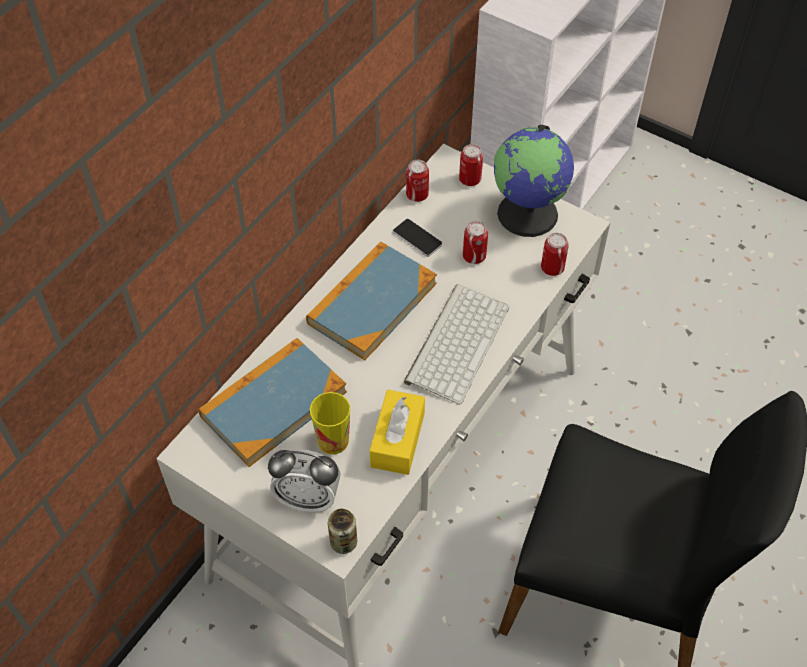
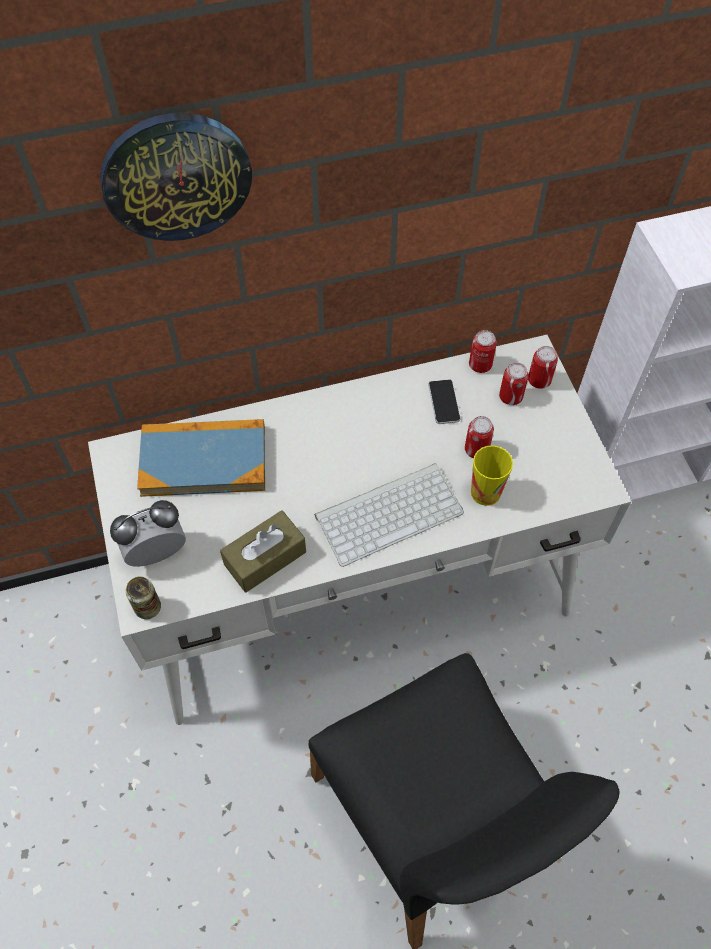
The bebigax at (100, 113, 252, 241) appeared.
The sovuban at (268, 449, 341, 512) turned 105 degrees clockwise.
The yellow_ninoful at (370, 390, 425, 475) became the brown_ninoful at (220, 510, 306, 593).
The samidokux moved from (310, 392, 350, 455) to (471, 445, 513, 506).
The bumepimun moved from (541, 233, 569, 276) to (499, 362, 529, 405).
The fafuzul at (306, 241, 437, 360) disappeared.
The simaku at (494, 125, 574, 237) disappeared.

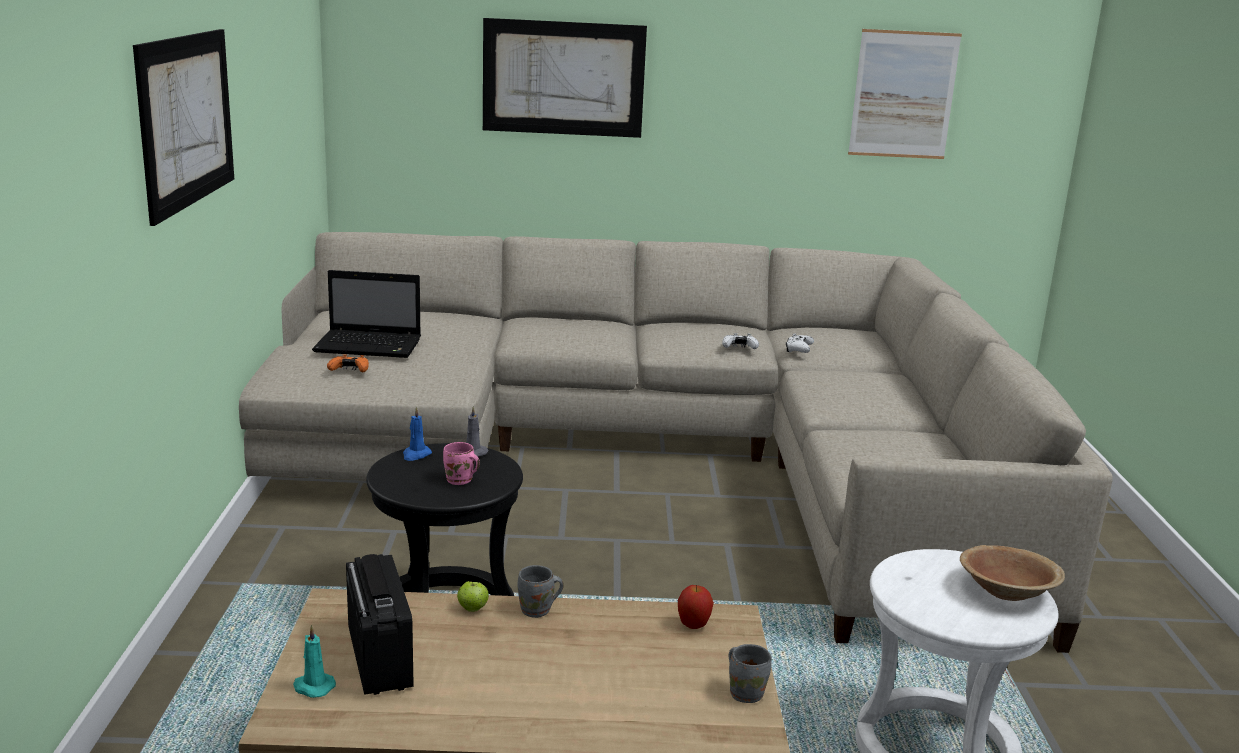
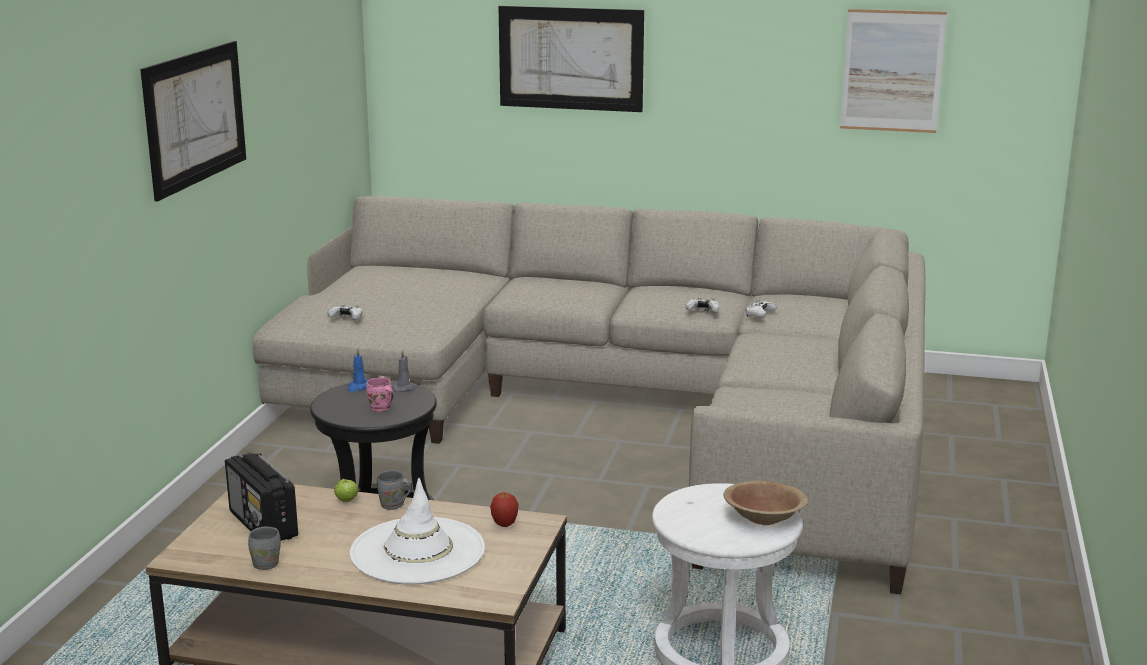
The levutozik at (346, 554, 414, 695) turned 150 degrees clockwise.
The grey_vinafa moved from (729, 644, 772, 703) to (248, 526, 281, 570).
The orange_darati at (327, 354, 369, 372) became the white_darati at (327, 304, 363, 320).
The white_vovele at (350, 478, 485, 585) appeared.
The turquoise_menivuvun at (293, 625, 336, 698) disappeared.
The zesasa at (312, 270, 421, 358) disappeared.

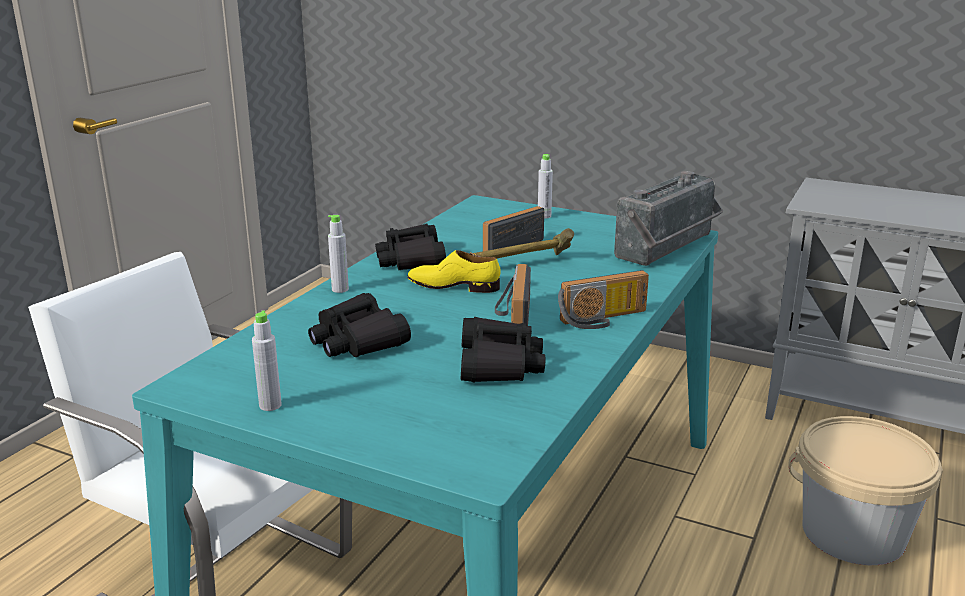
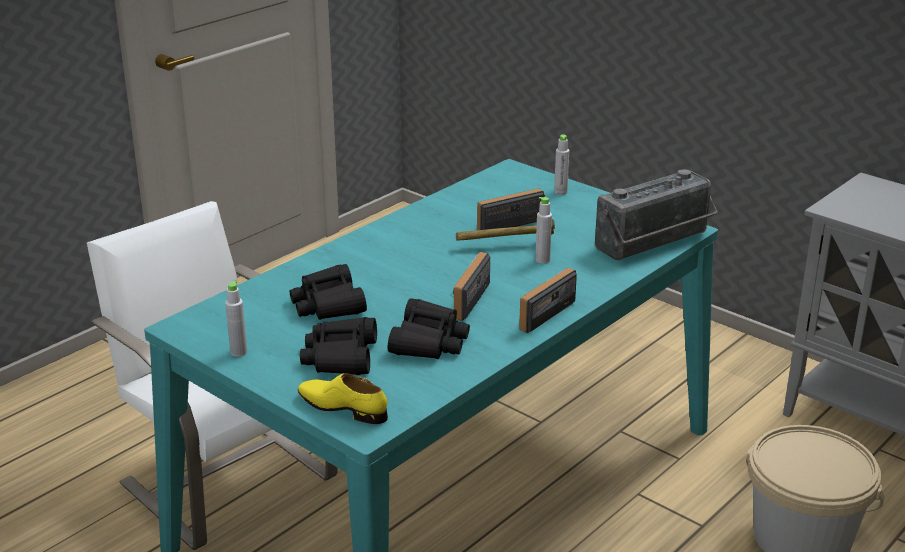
The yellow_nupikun moved from (407, 250, 501, 293) to (298, 373, 388, 424).
The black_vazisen moved from (375, 223, 446, 270) to (300, 317, 377, 375).
The levutozik at (558, 270, 649, 329) turned 135 degrees clockwise.
The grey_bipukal moved from (328, 215, 349, 293) to (535, 197, 552, 264).

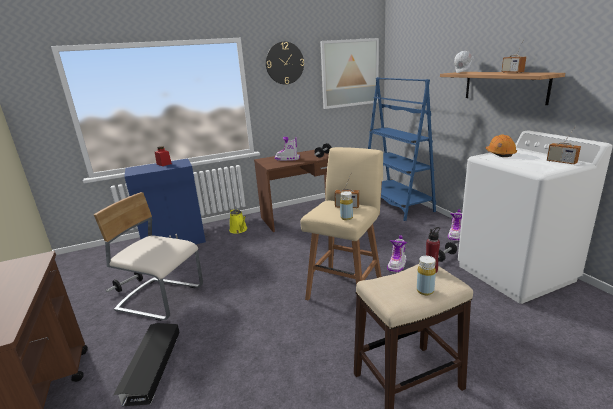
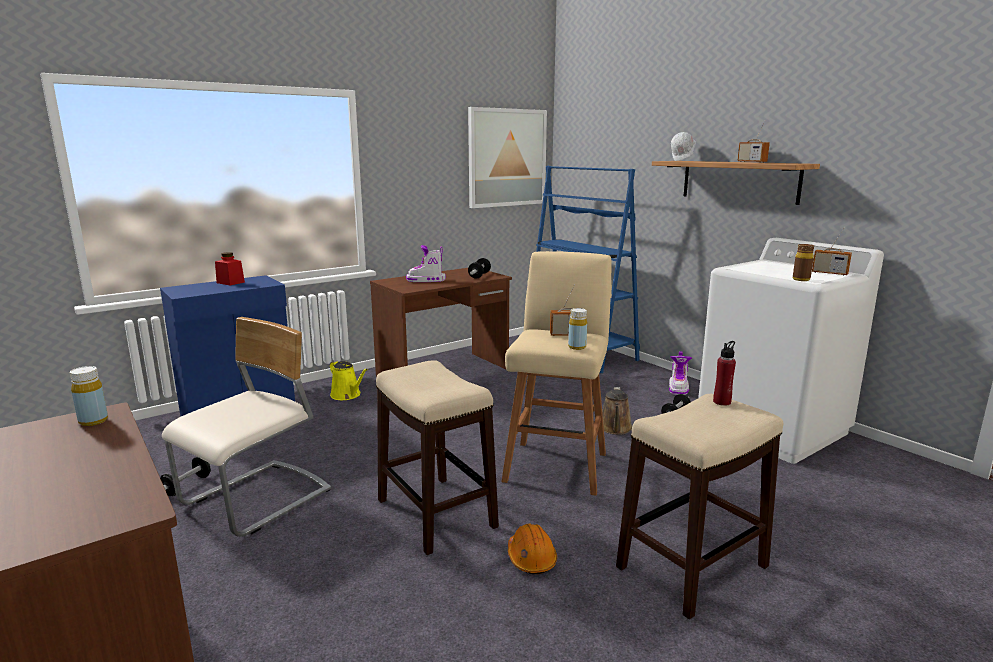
The yellow_bipukal moved from (417, 256, 436, 295) to (70, 366, 108, 426).
The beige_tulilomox at (94, 192, 203, 321) turned 120 degrees clockwise.
The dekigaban at (376, 360, 499, 555) appeared.
The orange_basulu moved from (486, 135, 517, 157) to (508, 523, 557, 574).
The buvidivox at (387, 235, 407, 273) was replaced by the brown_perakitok at (602, 387, 632, 435).
The brown_bipukal at (793, 244, 814, 281) appeared.
The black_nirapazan at (113, 323, 180, 406) disappeared.
The bebigax at (266, 42, 304, 85) disappeared.

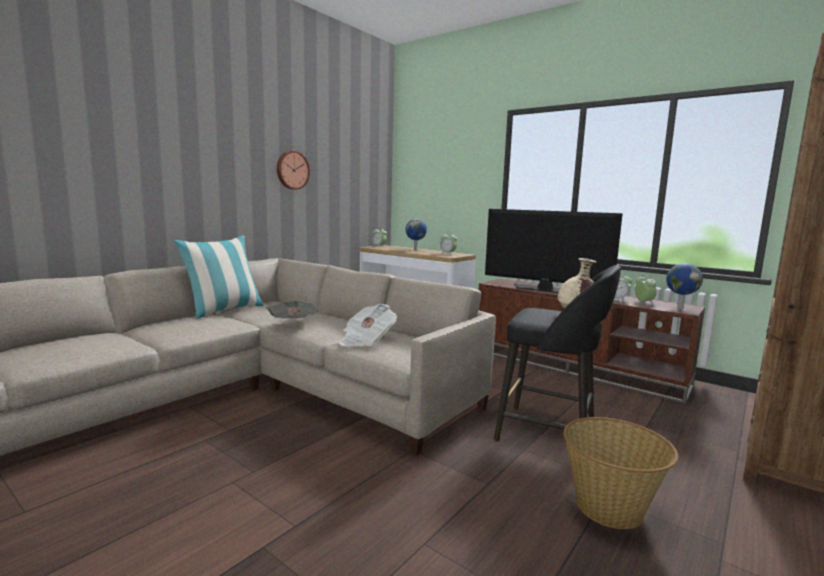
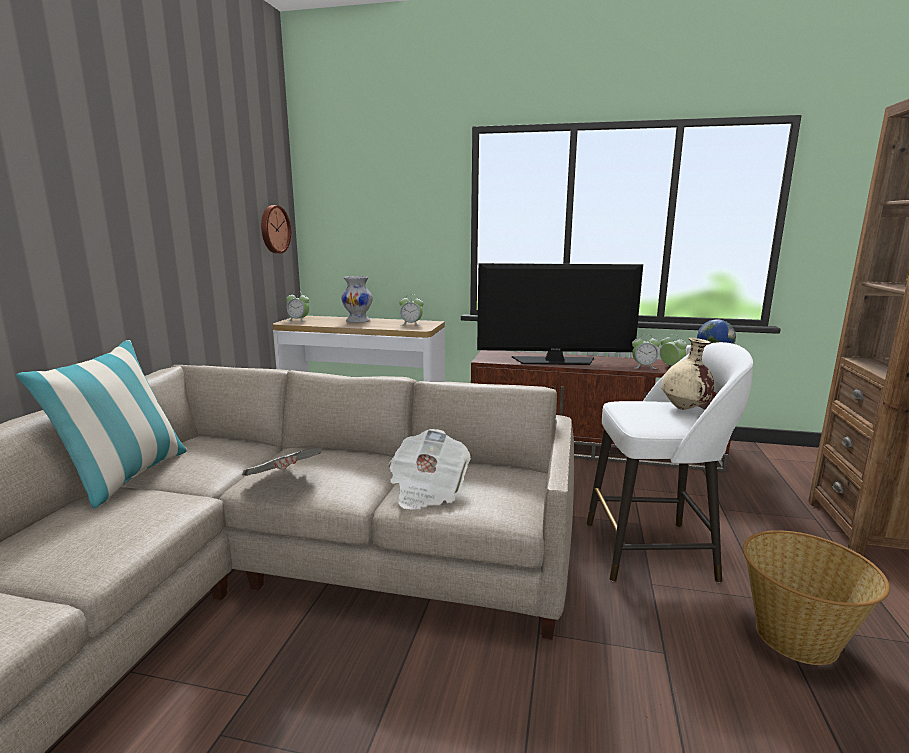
The bebigax moved from (277, 151, 310, 190) to (261, 205, 291, 253).
The simaku at (405, 219, 427, 251) was replaced by the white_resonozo at (341, 276, 373, 323).
The black_dekigaban at (494, 265, 621, 441) became the white_dekigaban at (587, 342, 753, 583).

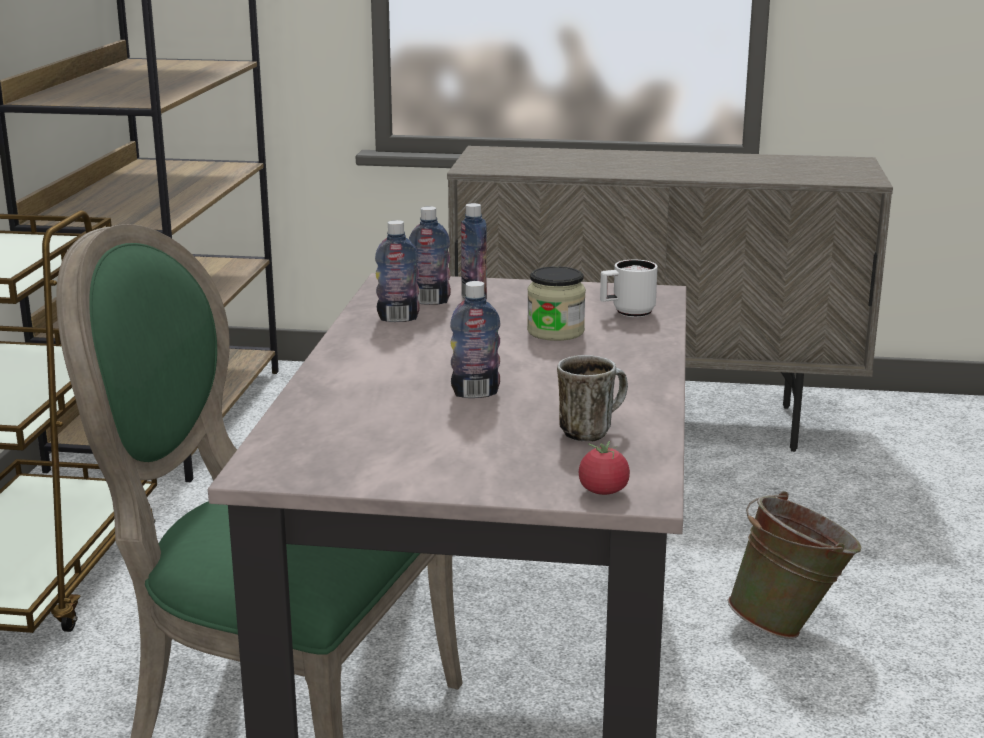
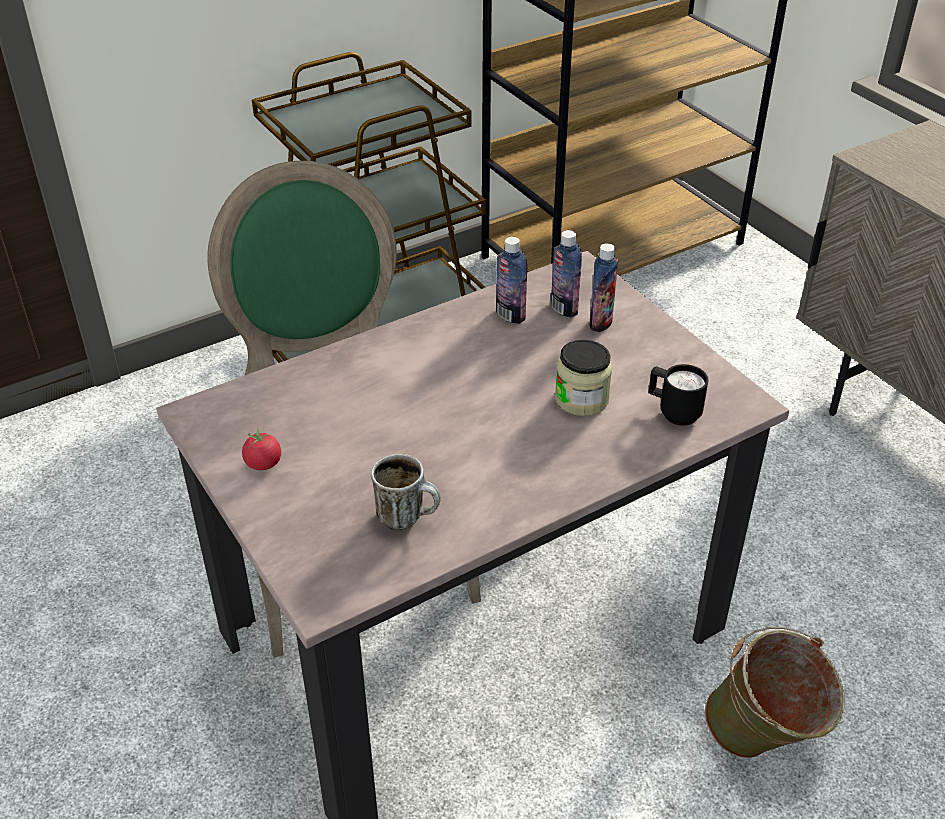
The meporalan moved from (579, 441, 630, 495) to (242, 428, 281, 470).
The white_vinafa at (600, 260, 658, 317) became the black_vinafa at (648, 364, 708, 426).
The bipukal at (450, 281, 500, 398) disappeared.

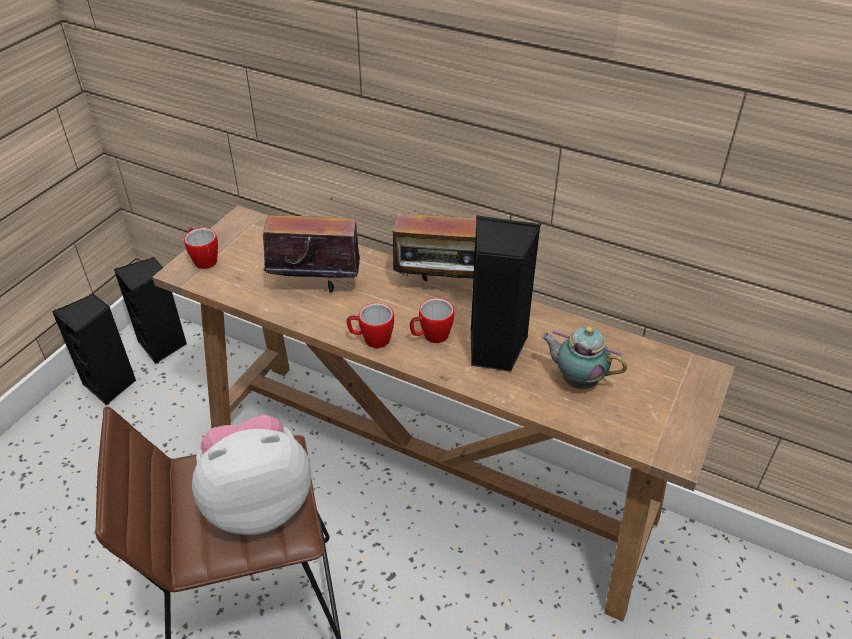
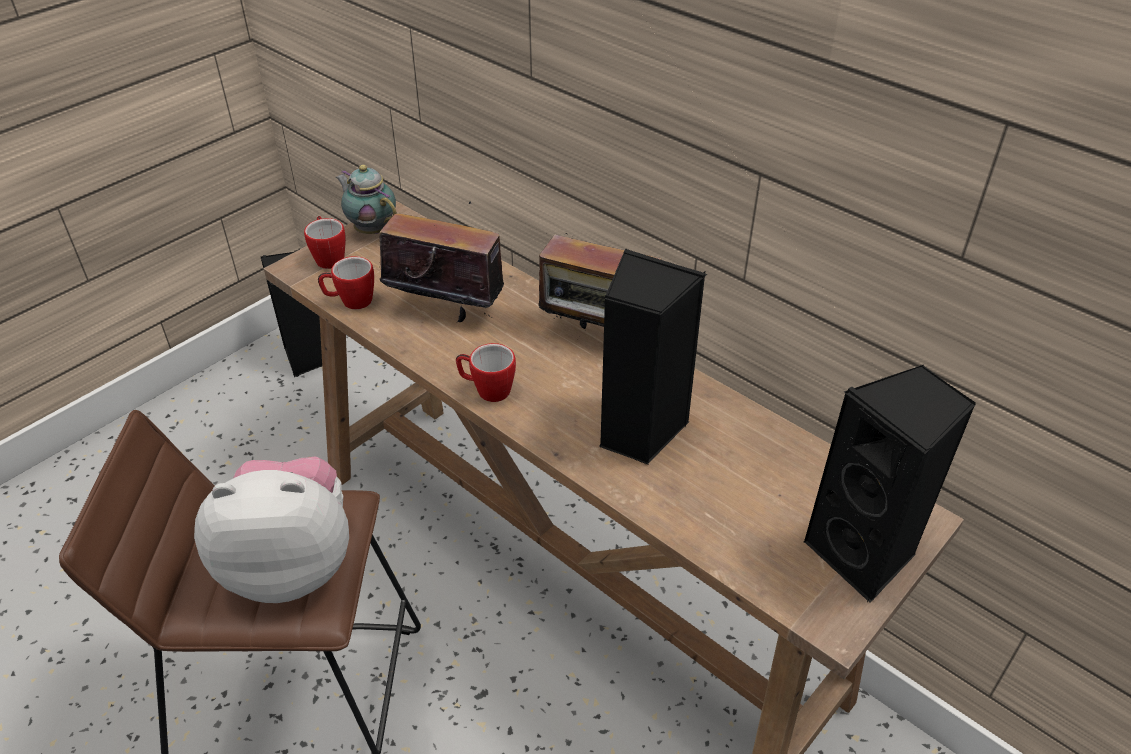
The vinafa moved from (410, 298, 454, 343) to (318, 256, 374, 309).
The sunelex moved from (541, 327, 627, 389) to (336, 165, 397, 234).
The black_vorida moved from (52, 294, 136, 405) to (804, 365, 976, 603).

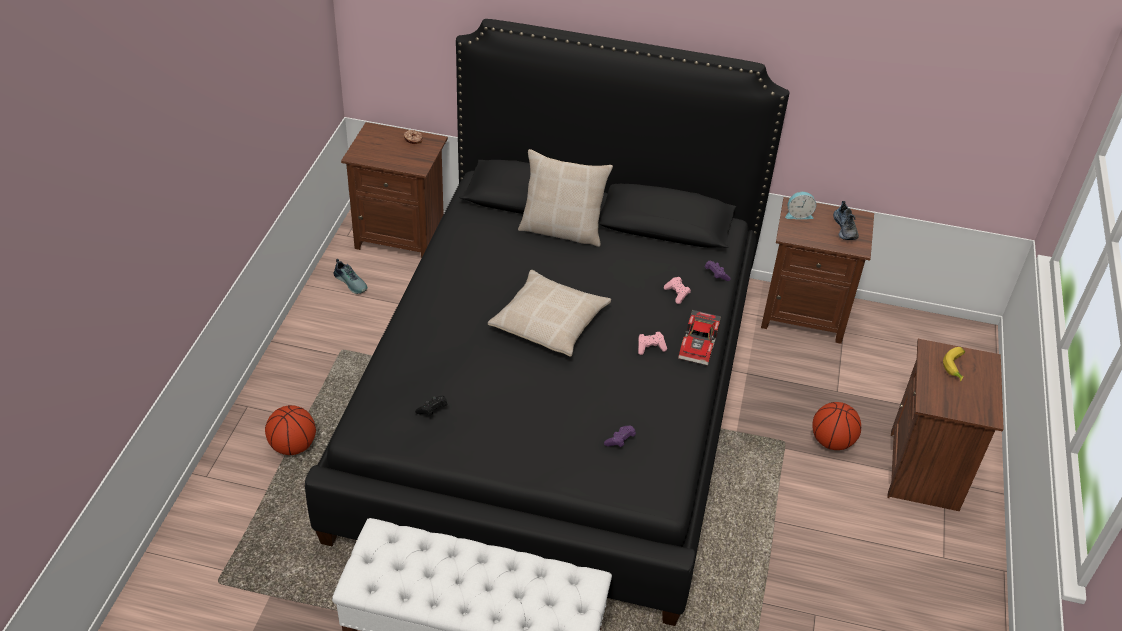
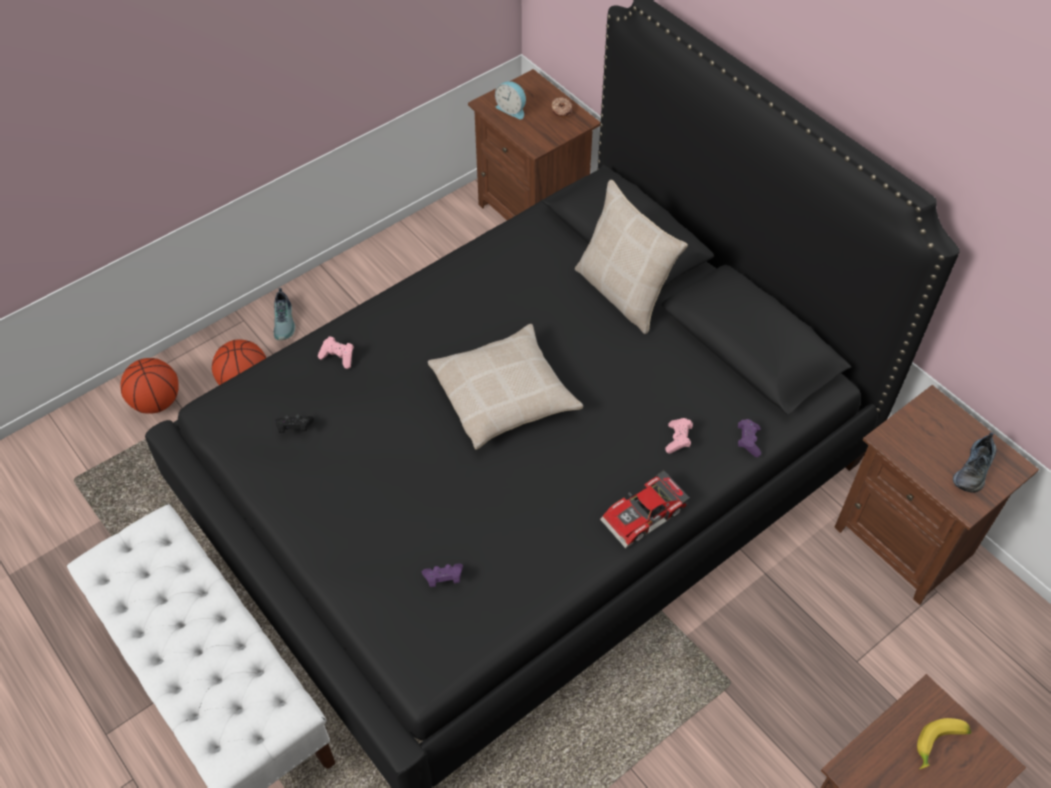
The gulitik moved from (812, 402, 861, 450) to (121, 358, 179, 414).
The nupikun moved from (334, 259, 368, 294) to (274, 288, 296, 340).
The pink_darati moved from (638, 332, 667, 355) to (318, 336, 354, 369).
The sovuban moved from (785, 192, 816, 219) to (495, 81, 526, 119).

